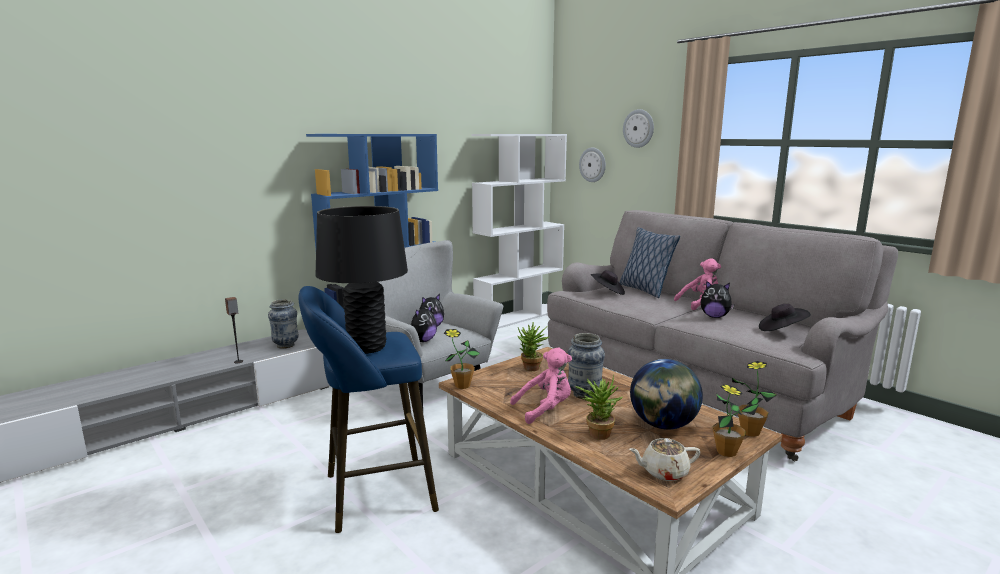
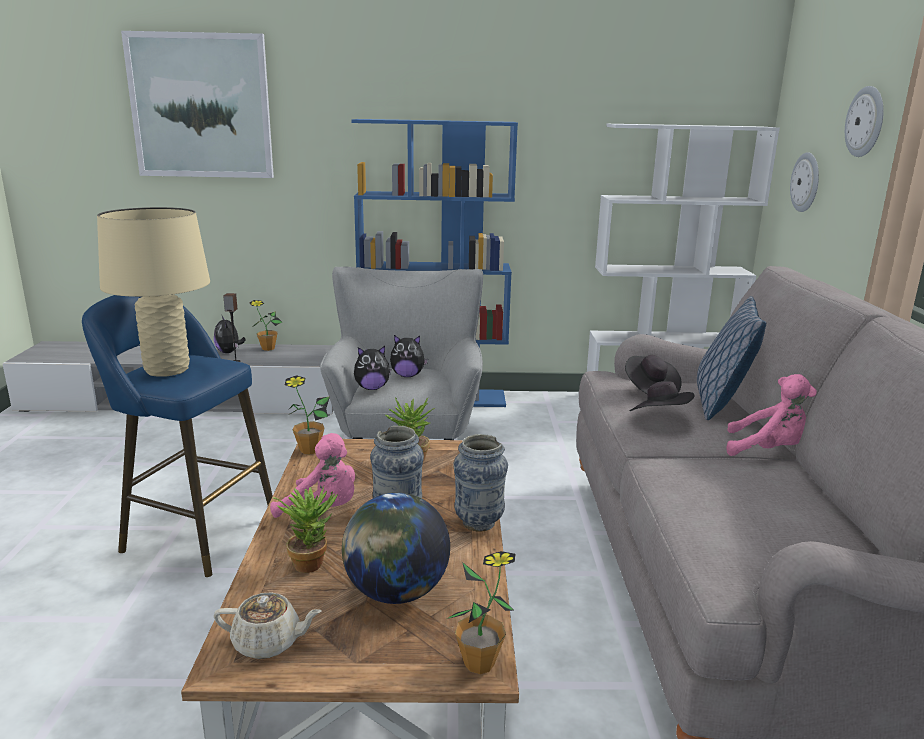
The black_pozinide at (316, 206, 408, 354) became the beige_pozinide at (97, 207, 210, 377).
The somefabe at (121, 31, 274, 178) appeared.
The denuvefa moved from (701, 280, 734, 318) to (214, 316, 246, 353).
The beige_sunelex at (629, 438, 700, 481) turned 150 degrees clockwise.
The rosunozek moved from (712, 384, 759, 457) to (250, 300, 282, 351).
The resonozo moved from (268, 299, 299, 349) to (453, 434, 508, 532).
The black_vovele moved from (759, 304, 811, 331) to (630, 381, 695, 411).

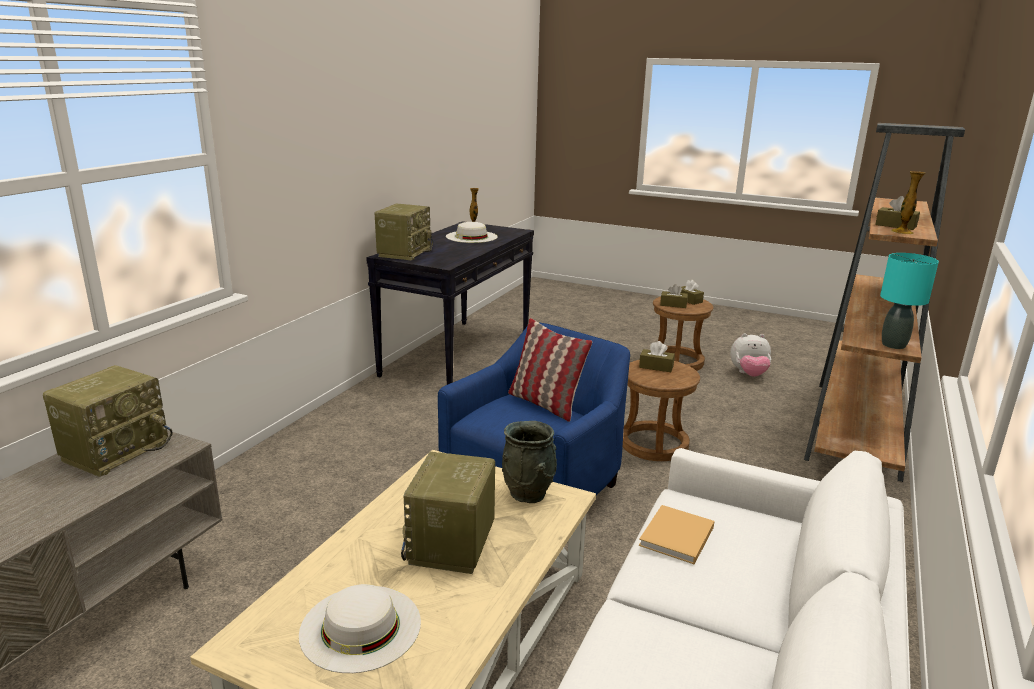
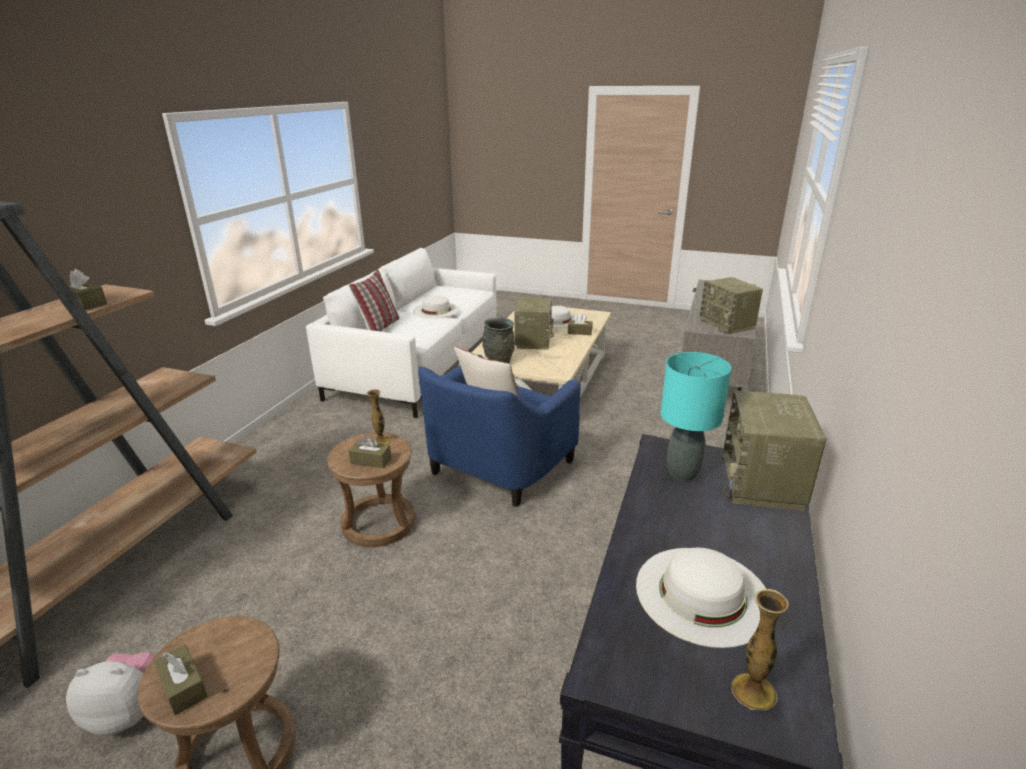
The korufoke at (349, 269, 399, 331) appeared.
The resonozo moved from (891, 171, 925, 234) to (367, 389, 391, 445).
The white_vovele at (413, 296, 460, 318) appeared.
The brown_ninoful moved from (660, 284, 688, 308) to (568, 313, 592, 335).
The turquoise_pozinide moved from (880, 253, 939, 349) to (661, 352, 731, 481).
The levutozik at (43, 365, 173, 477) turned 45 degrees counterclockwise.
The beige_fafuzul at (639, 505, 714, 565) disappeared.

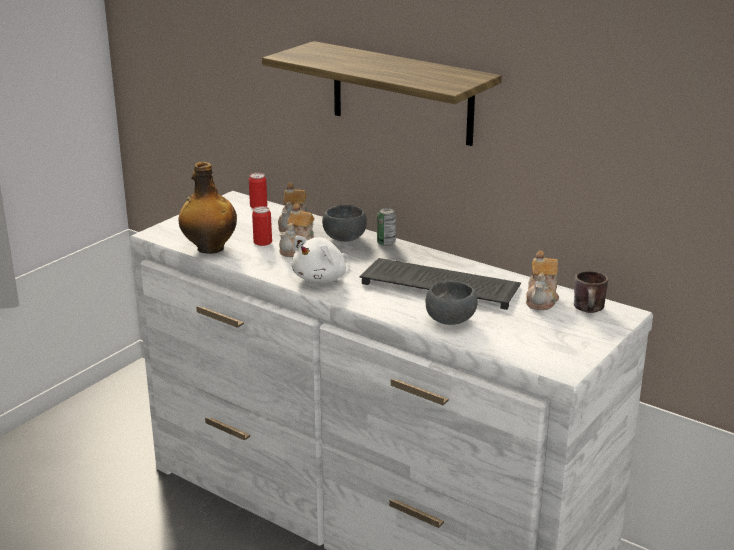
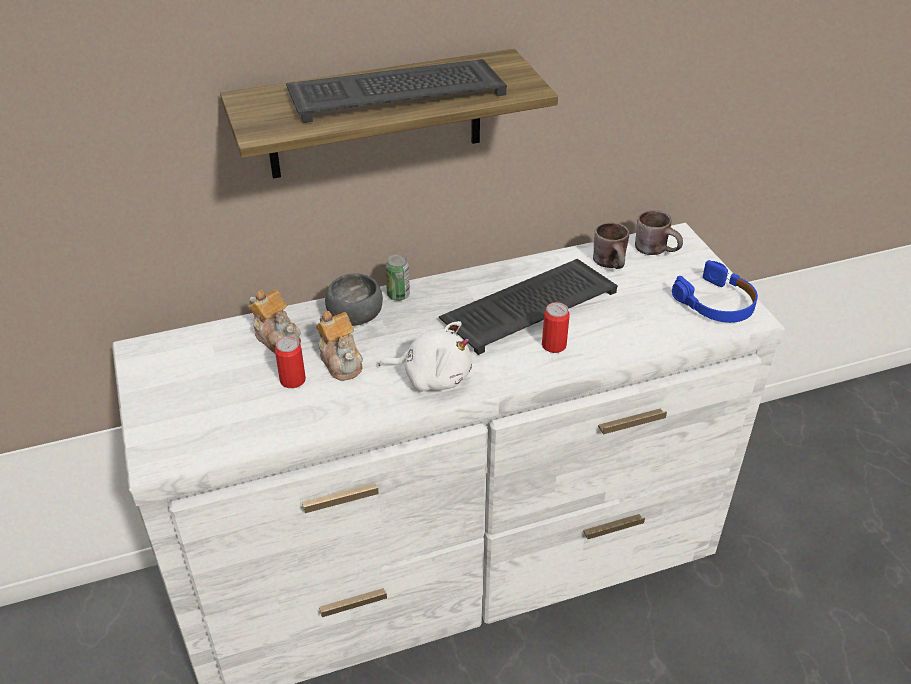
The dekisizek at (286, 59, 507, 123) appeared.
The white_denuvefa at (292, 235, 348, 283) turned 60 degrees counterclockwise.
The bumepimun moved from (249, 173, 267, 209) to (542, 302, 570, 353).
The sunelex at (526, 251, 559, 310) was replaced by the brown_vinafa at (593, 223, 630, 269).
The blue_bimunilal at (672, 260, 758, 323) appeared.
The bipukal at (179, 162, 237, 254) disappeared.
The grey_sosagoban at (426, 281, 478, 325) disappeared.

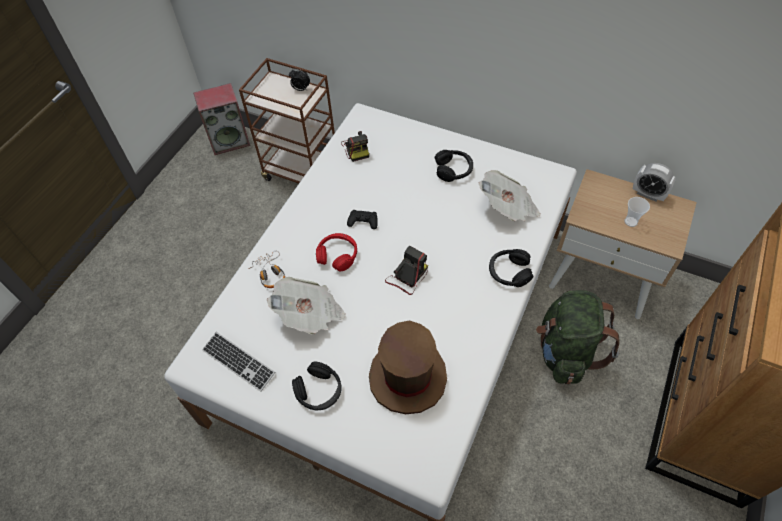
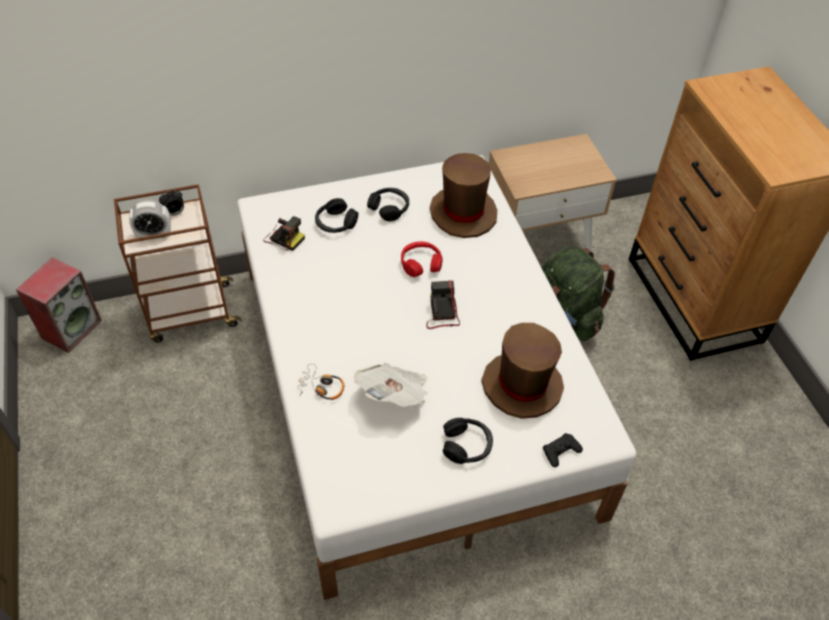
The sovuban moved from (633, 163, 675, 202) to (129, 200, 171, 239).
The black_bimunilal moved from (489, 249, 533, 287) to (315, 198, 358, 233).
The red_bimunilal moved from (316, 233, 357, 271) to (401, 241, 443, 277).
The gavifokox at (479, 170, 541, 221) was replaced by the brown_vovele at (430, 153, 497, 238).
The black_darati moved from (347, 210, 378, 229) to (543, 433, 583, 467).
The dekisizek at (202, 332, 275, 392) disappeared.
The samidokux at (624, 197, 650, 227) disappeared.

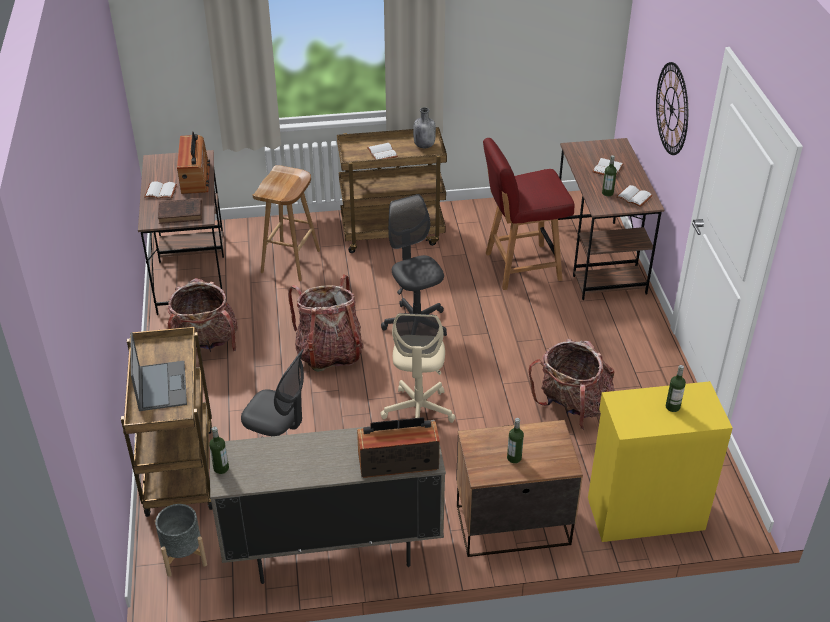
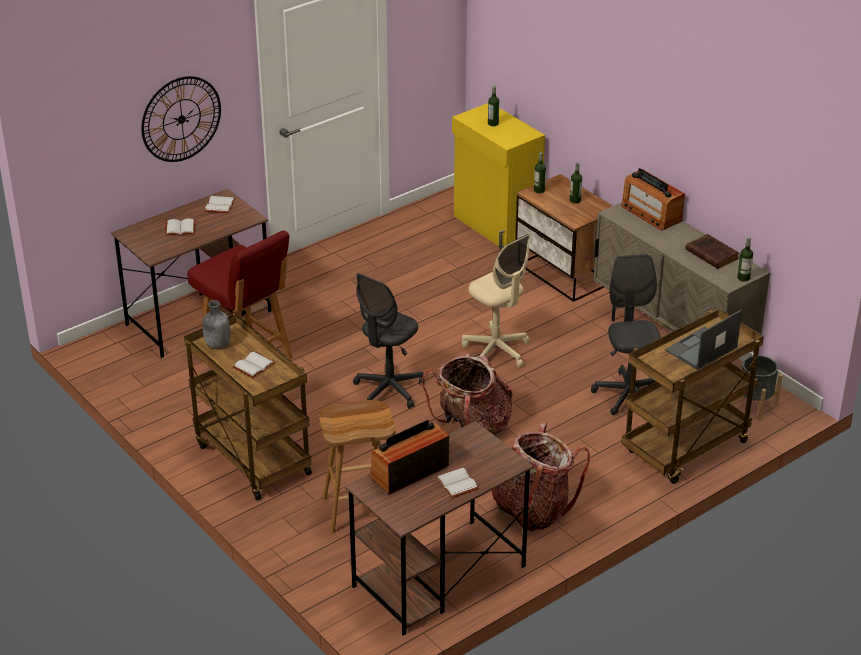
The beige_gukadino at (381, 313, 456, 423) turned 75 degrees clockwise.
The bipukal moved from (602, 155, 617, 196) to (534, 152, 546, 193).
The brown_fafuzul moved from (158, 198, 202, 224) to (685, 234, 739, 269).
The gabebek at (529, 339, 615, 430) disappeared.

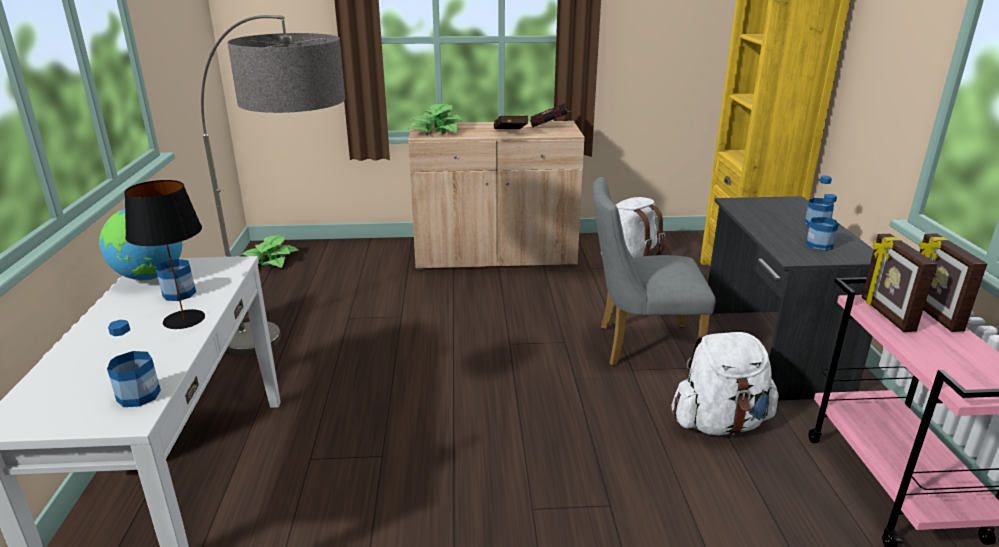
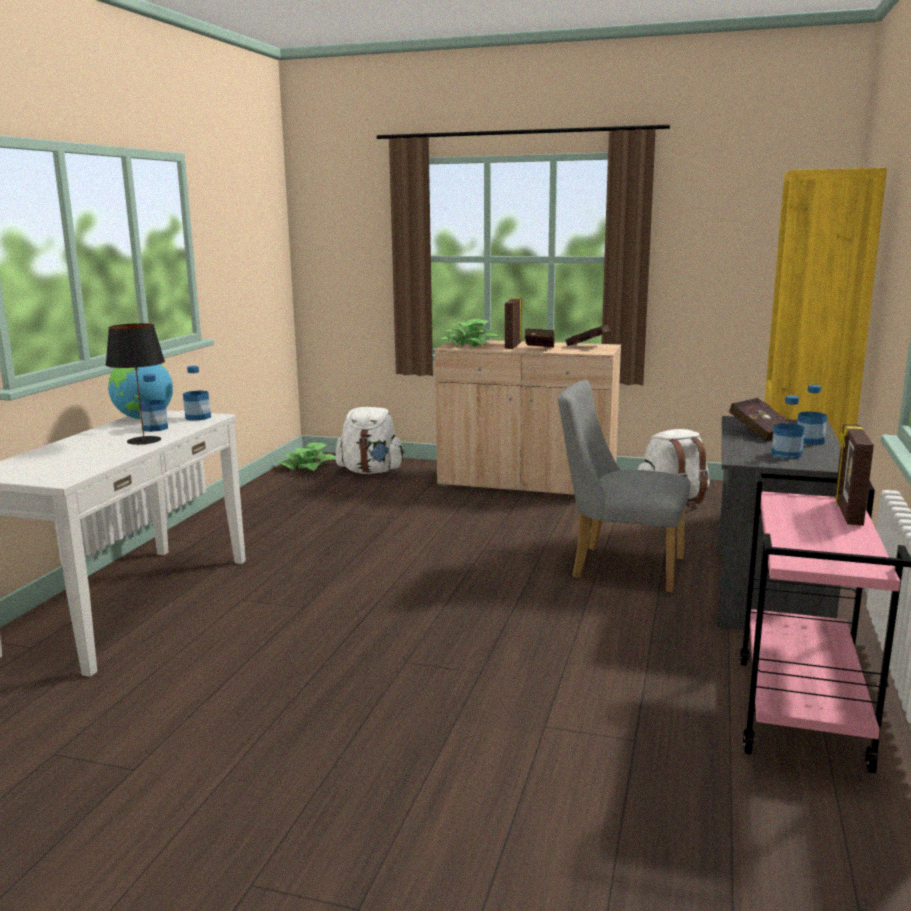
The bipukal moved from (107, 320, 161, 407) to (183, 366, 211, 421).
The white_gabebek moved from (672, 332, 778, 435) to (336, 407, 405, 474).
The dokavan moved from (862, 234, 937, 332) to (505, 298, 522, 349).
The red_fafuzul at (728, 398, 791, 441) appeared.
The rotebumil at (201, 15, 345, 355) disappeared.

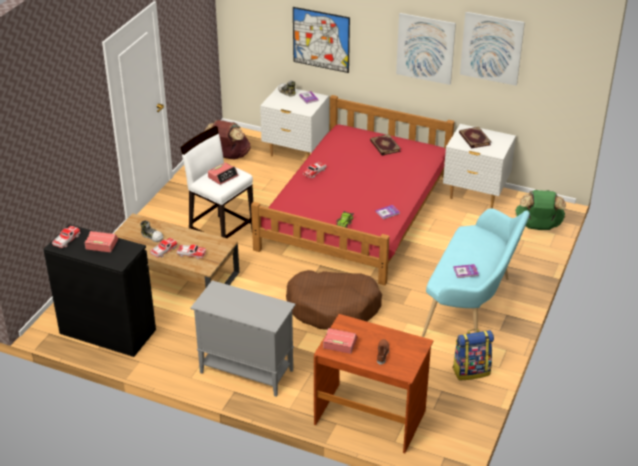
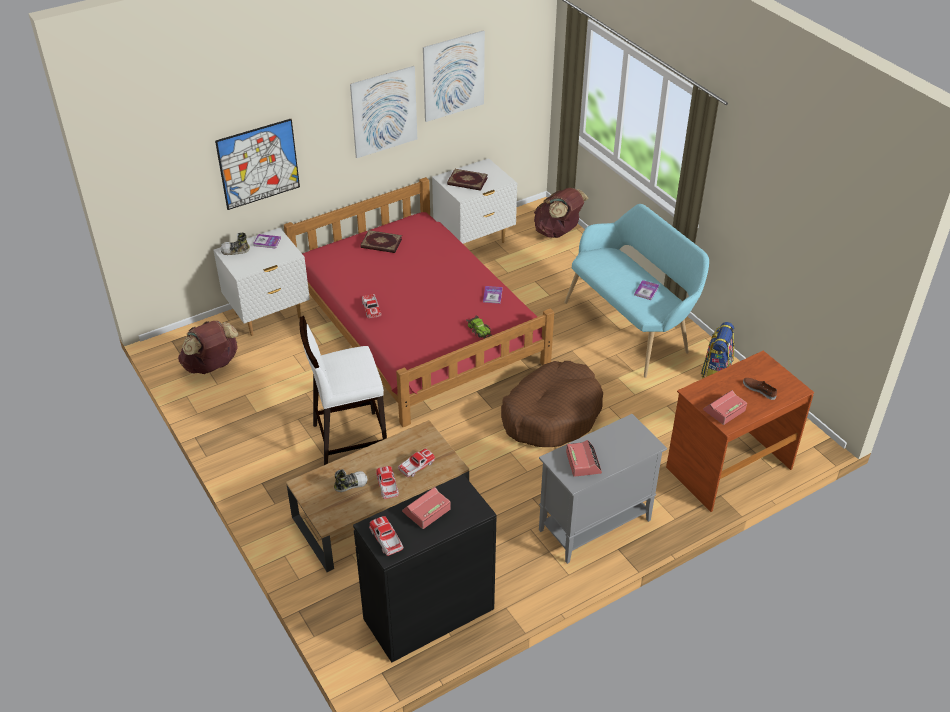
The green_gabebek at (515, 190, 566, 230) became the brown_gabebek at (534, 188, 589, 238).
The sovuban moved from (208, 162, 238, 185) to (566, 440, 602, 477).

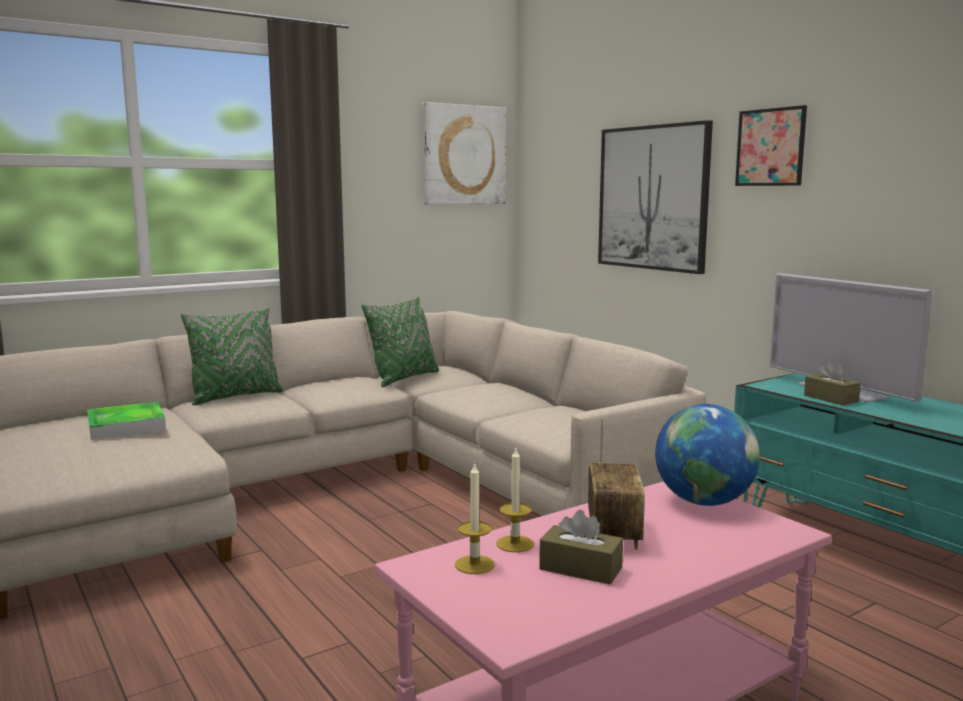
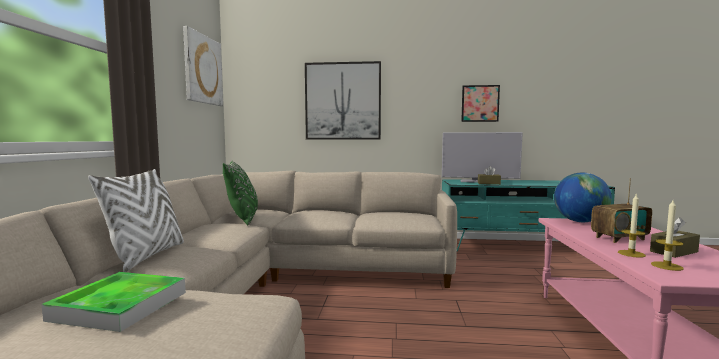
The green_korufoke at (181, 308, 283, 405) became the white_korufoke at (88, 169, 184, 272).
The somefabe moved from (735, 105, 807, 186) to (461, 85, 500, 122).
The levutozik at (588, 418, 645, 550) turned 120 degrees clockwise.

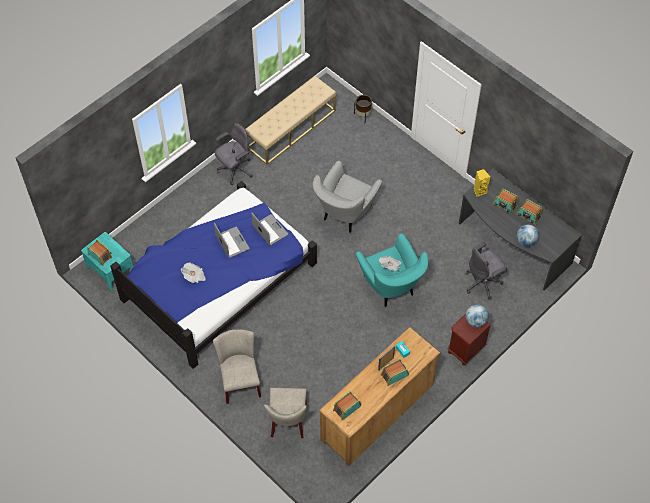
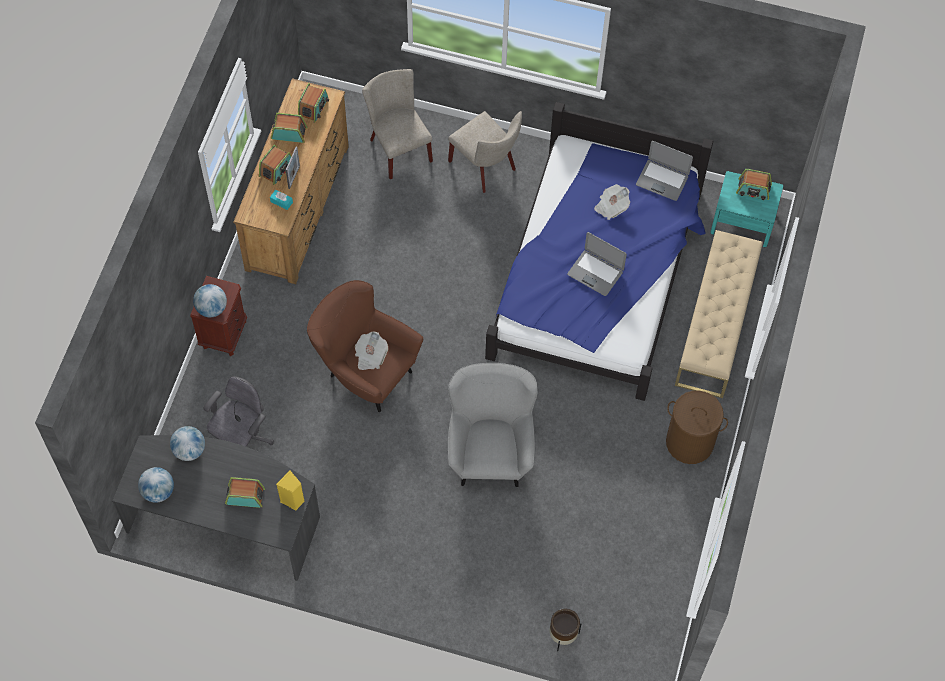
The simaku at (138, 467, 174, 503) appeared.
The levutozik moved from (516, 199, 542, 224) to (271, 113, 307, 143).
The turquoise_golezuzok at (356, 234, 428, 307) became the brown_golezuzok at (307, 280, 423, 412).
The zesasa moved from (251, 213, 288, 245) to (636, 141, 693, 201).
The grey_gukadino at (214, 123, 253, 185) was replaced by the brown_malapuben at (666, 390, 728, 464).
The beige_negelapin moved from (245, 76, 336, 165) to (675, 230, 763, 398).

